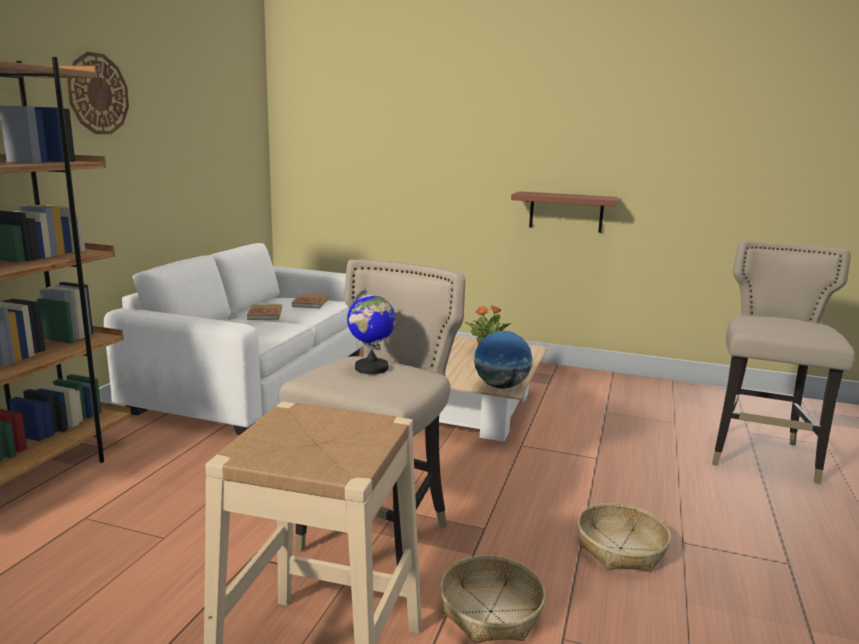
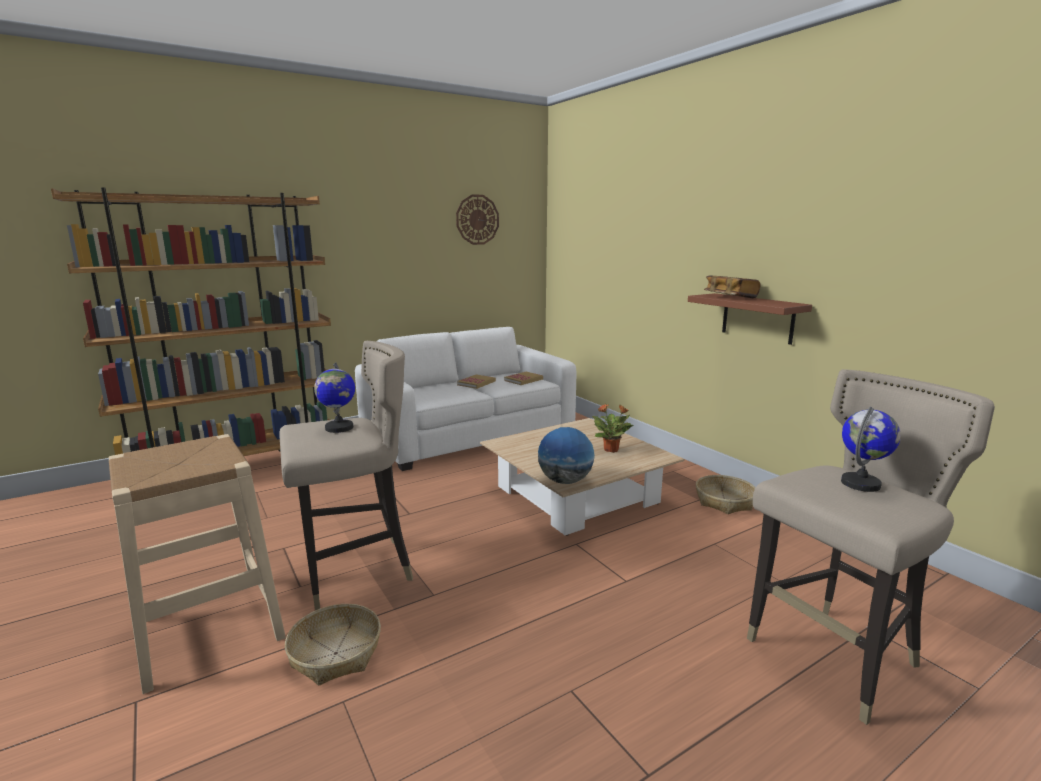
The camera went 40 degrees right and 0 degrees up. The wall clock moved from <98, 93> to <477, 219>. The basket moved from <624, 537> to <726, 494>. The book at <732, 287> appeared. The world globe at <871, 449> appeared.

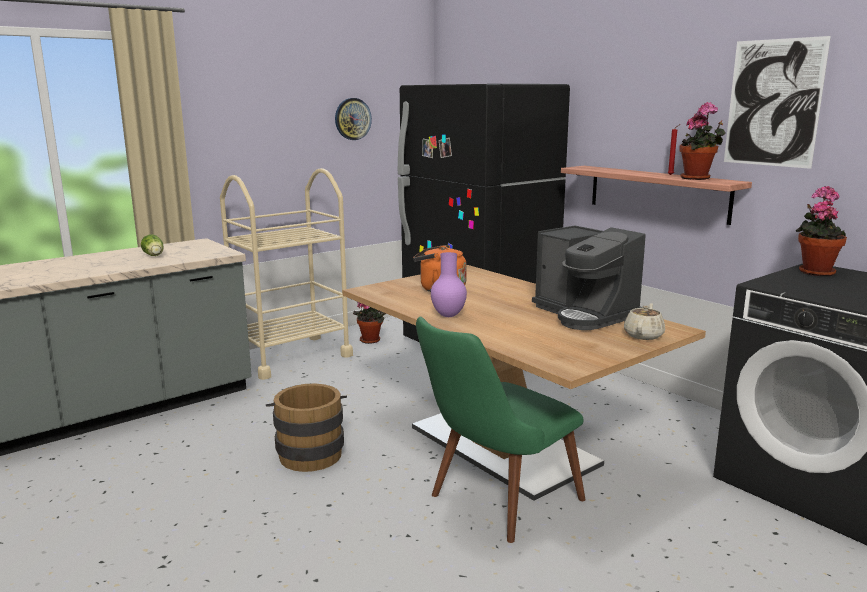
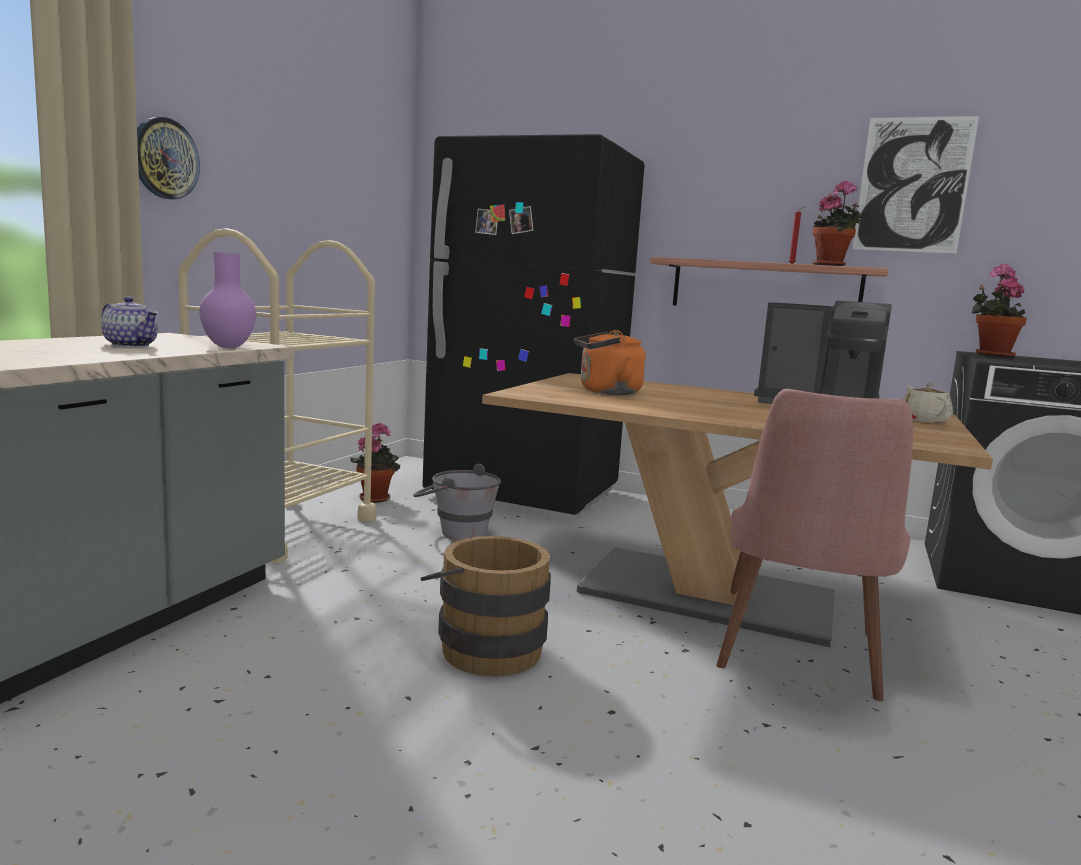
The camera went 30 degrees left and 5 degrees down. The wall clock moved from <353, 119> to <168, 158>. The lettuce at <152, 245> was replaced by the tea pot at <129, 322>. The decorative vase in purplish moved from <449, 284> to <227, 300>. The upright chair in greenish at <501, 430> became the upright chair in pink-coloured at <814, 545>. The pail in gray at <457, 501> appeared.

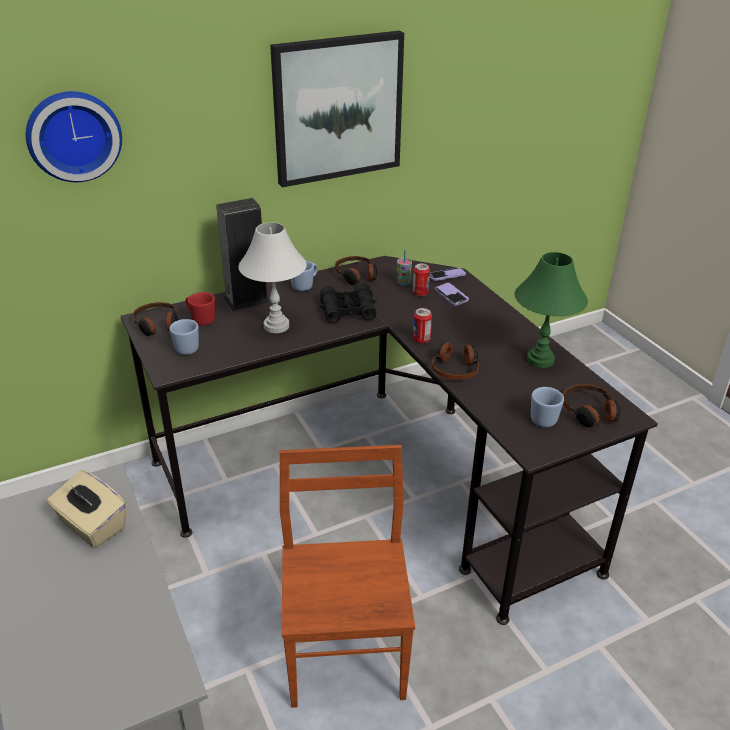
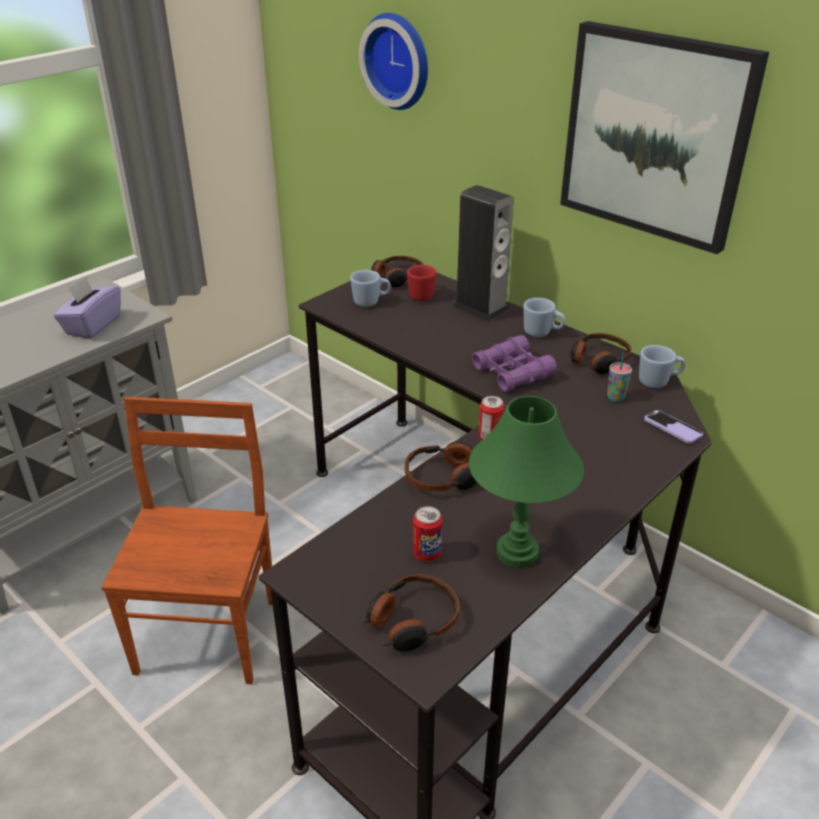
The camera went 70 degrees right and 0 degrees up. The tabletop lamp in whitish at <272, 277> disappeared. The metal can moved from <421, 280> to <427, 534>. The binoculars in black at <348, 303> became the binoculars in purplish at <514, 363>. The phone at <452, 294> disappeared. The tea mug in blue moved from <547, 407> to <662, 366>. The upright chair in brown-coloured at <347, 576> turned 60 degrees counterclockwise. The box of tissues in beige at <87, 509> became the box of tissues in purplish at <87, 308>.

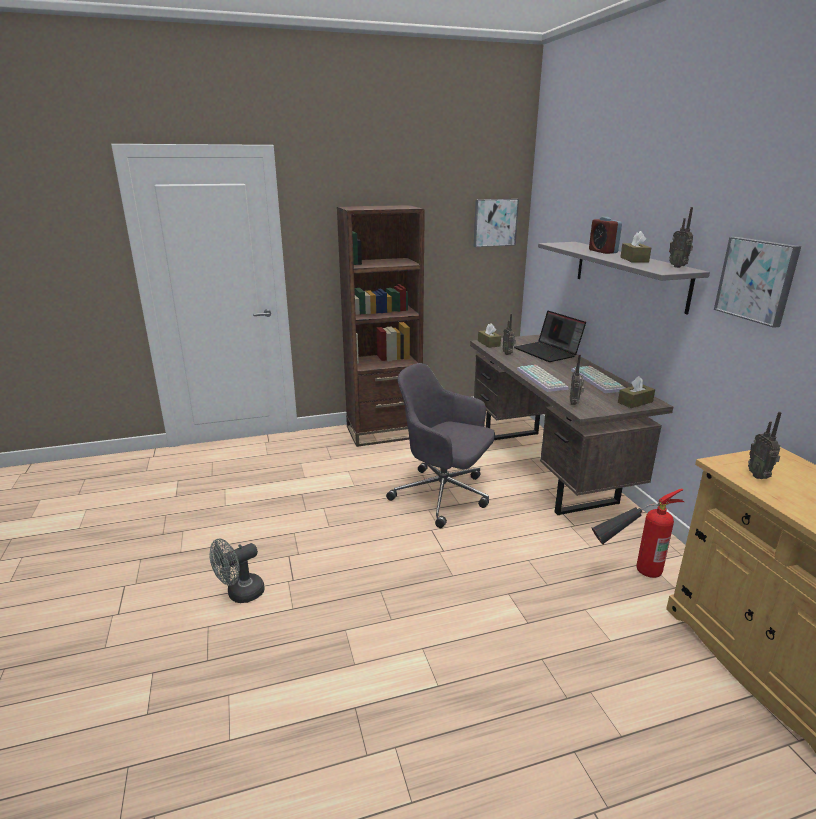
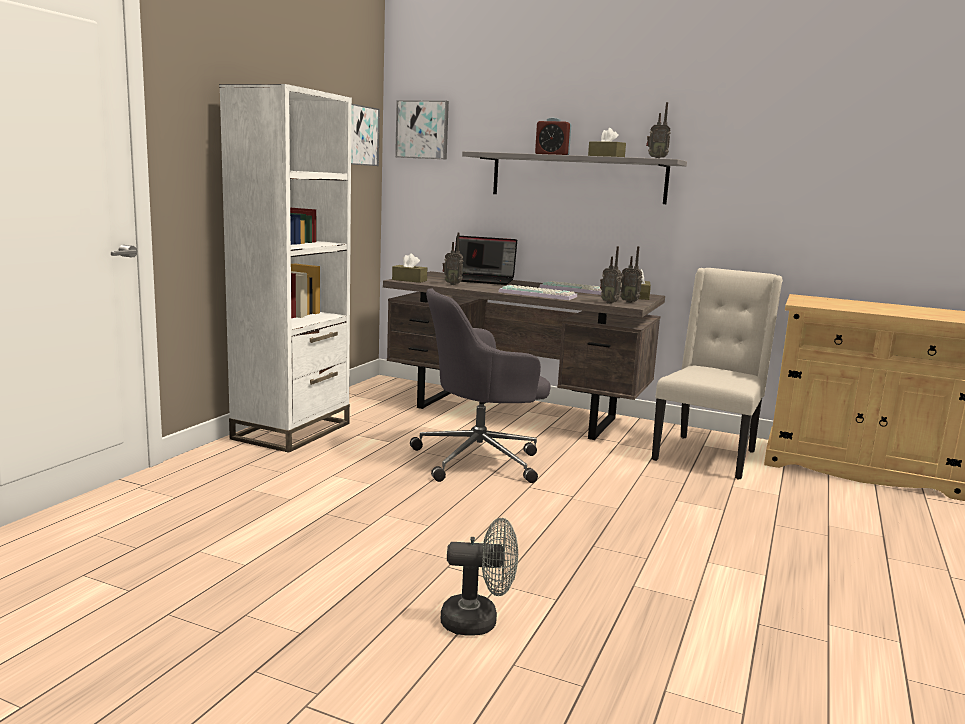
The camera went 50 degrees left and 10 degrees down. The bookshelf in brown-coloured at <381, 326> became the bookshelf in whitish at <285, 268>. The wall art moved from <757, 282> to <422, 130>. The radio moved from <765, 445> to <631, 274>. The fire extinguisher at <637, 533> was replaced by the upright chair in beige at <717, 373>. The electric fan in gray at <237, 570> turned 90 degrees counterclockwise.

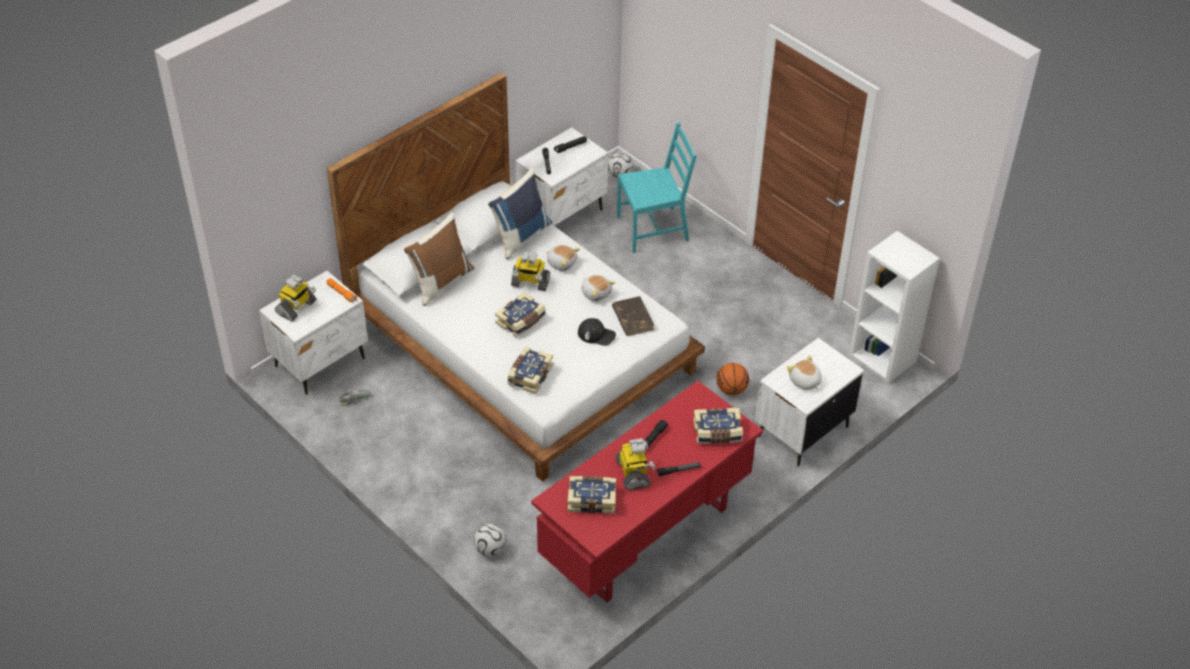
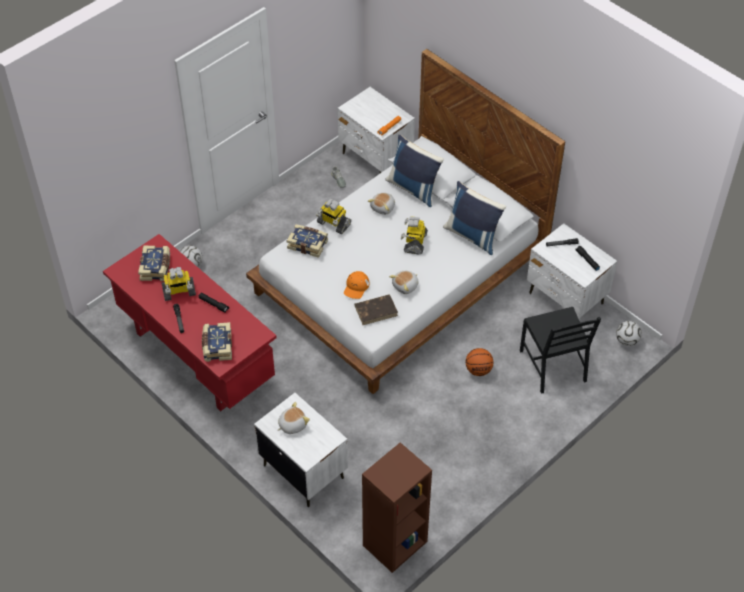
The camera went 90 degrees right and 5 degrees up. The upright chair in blue-green at <657, 188> became the upright chair in black at <560, 350>. The cushion in brown-coloured at <439, 259> became the cushion in blue at <415, 170>. The bookshelf in whitish at <894, 307> became the bookshelf in brown-coloured at <397, 508>. The cuddly toy moved from <563, 258> to <381, 204>. The toy robot moved from <295, 298> to <333, 216>. The book at <520, 314> disappeared. The baseball cap in black at <597, 332> became the baseball cap in orange-coloured at <356, 285>. The basketball ball moved from <732, 379> to <479, 362>.

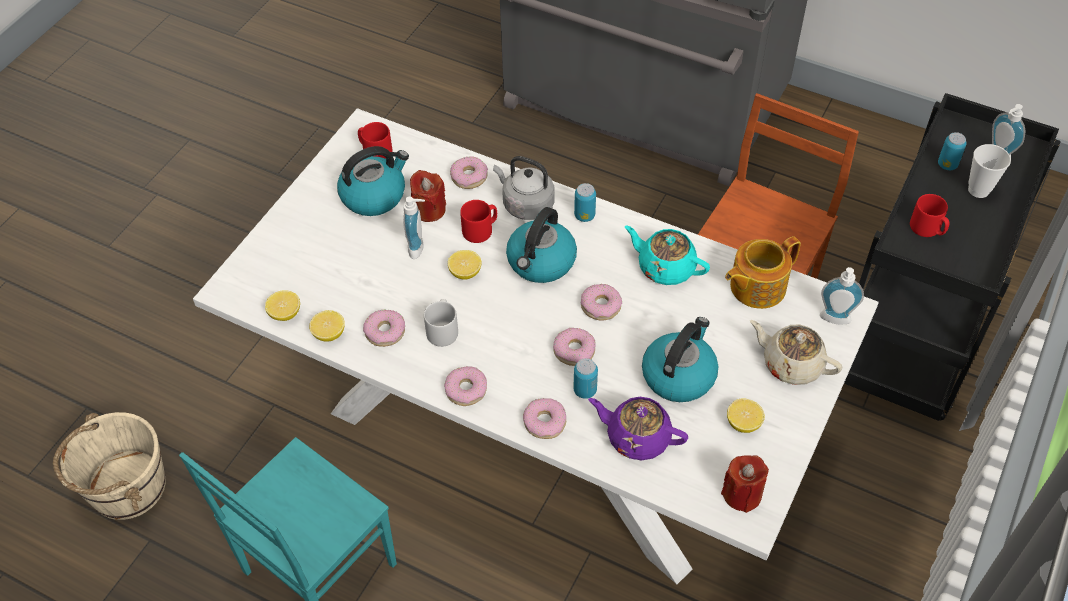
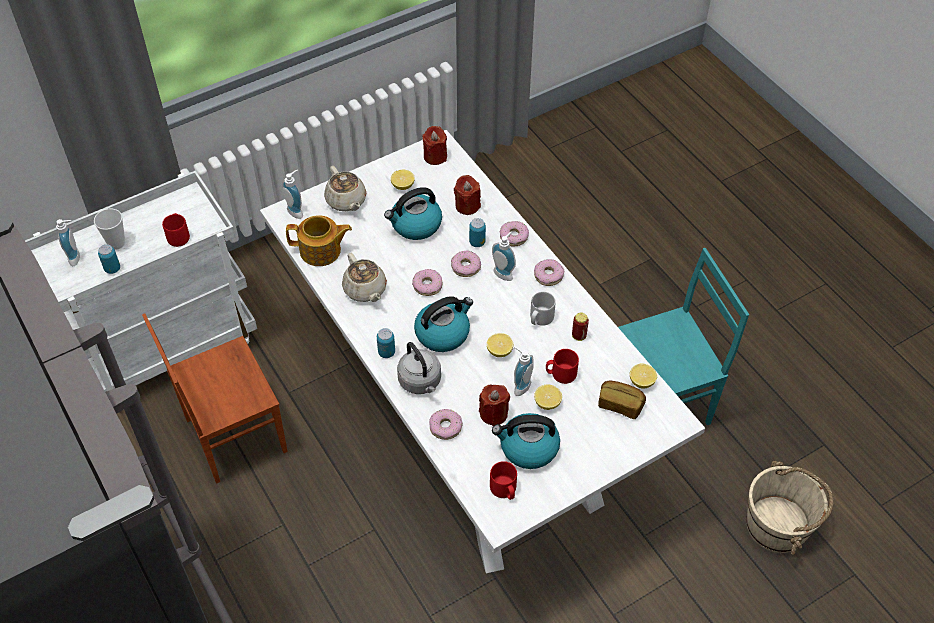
The camera went 150 degrees left and 0 degrees up. The cart in black at <952, 257> became the cart in whitish at <141, 281>. The tea mug in red moved from <478, 221> to <562, 366>. The tea pot in blue-green at <667, 255> became the tea pot in beige at <364, 277>. The donut at <384, 328> was replaced by the metal can at <580, 327>. The lemon moved from <327, 326> to <548, 397>. The tea pot in purplish at <638, 428> was replaced by the candle in red at <467, 195>. The soap bottle at <504, 256> appeared. The bakery bread at <622, 400> appeared.

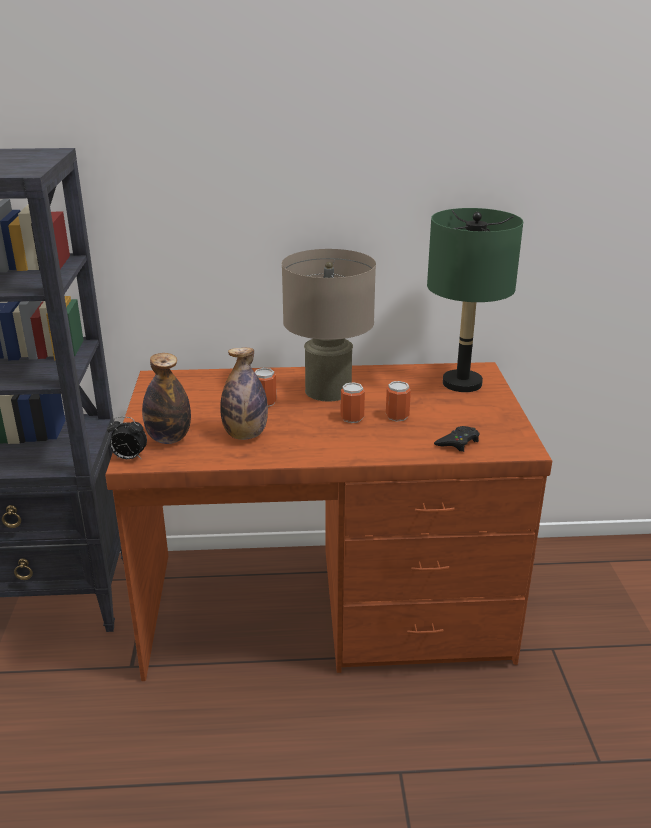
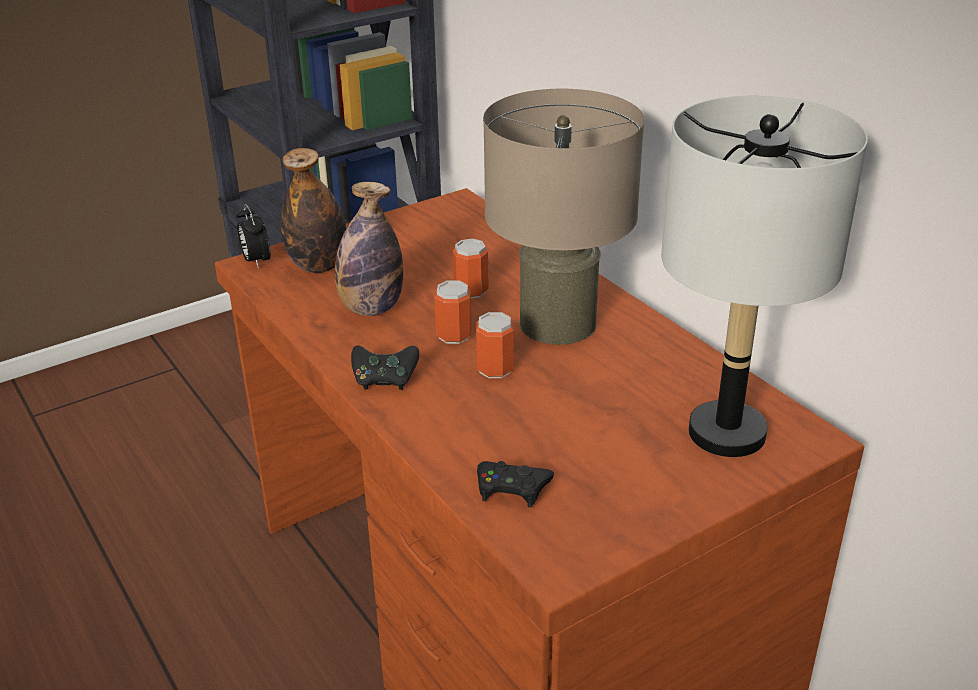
The camera went 60 degrees right and 5 degrees up. The tabletop lamp in greenish at <475, 300> became the tabletop lamp in gray at <764, 276>. The metal can moved from <398, 401> to <453, 312>. The joypad in black at <385, 367> appeared.

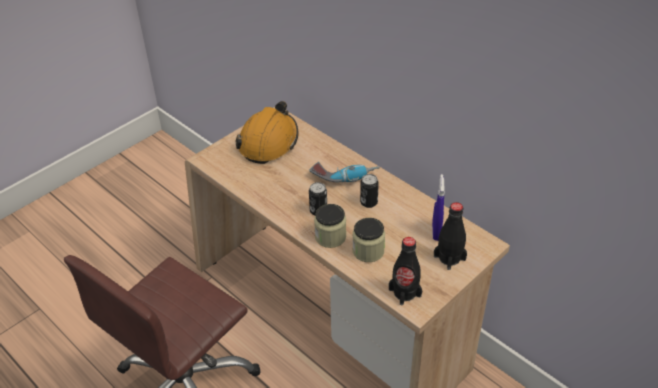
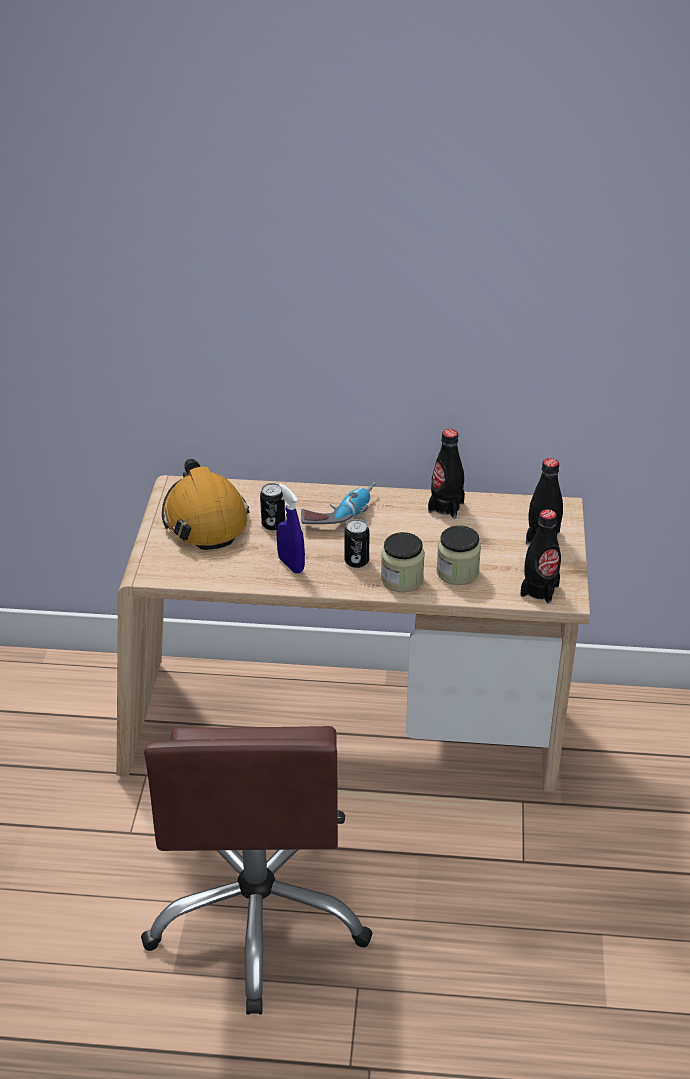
The camera went 40 degrees left and 5 degrees down. The metal can moved from <369, 191> to <272, 506>. The spray bottle in blue moved from <438, 207> to <290, 528>. The bottle in black at <446, 473> appeared.

